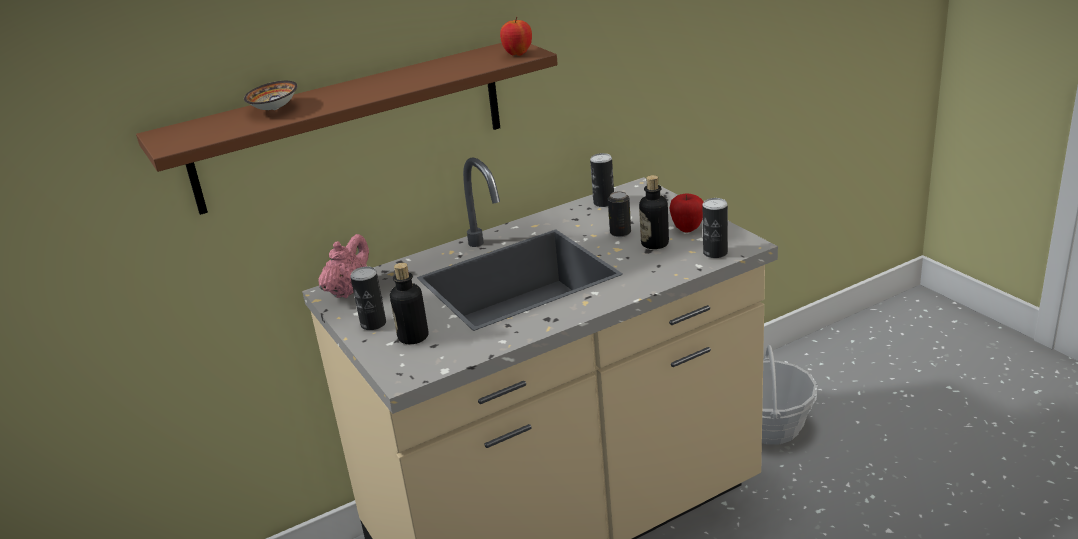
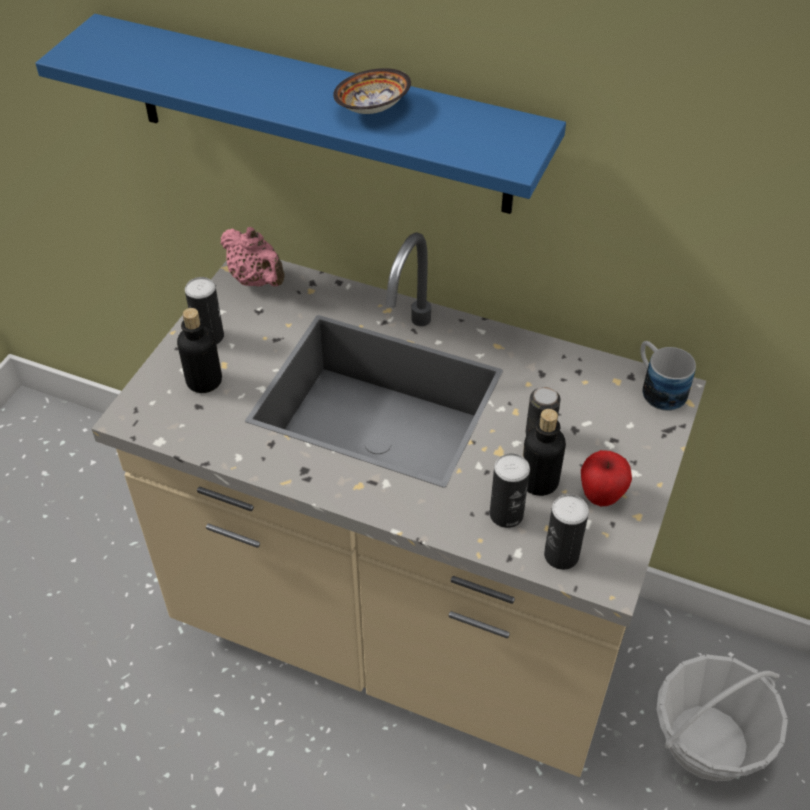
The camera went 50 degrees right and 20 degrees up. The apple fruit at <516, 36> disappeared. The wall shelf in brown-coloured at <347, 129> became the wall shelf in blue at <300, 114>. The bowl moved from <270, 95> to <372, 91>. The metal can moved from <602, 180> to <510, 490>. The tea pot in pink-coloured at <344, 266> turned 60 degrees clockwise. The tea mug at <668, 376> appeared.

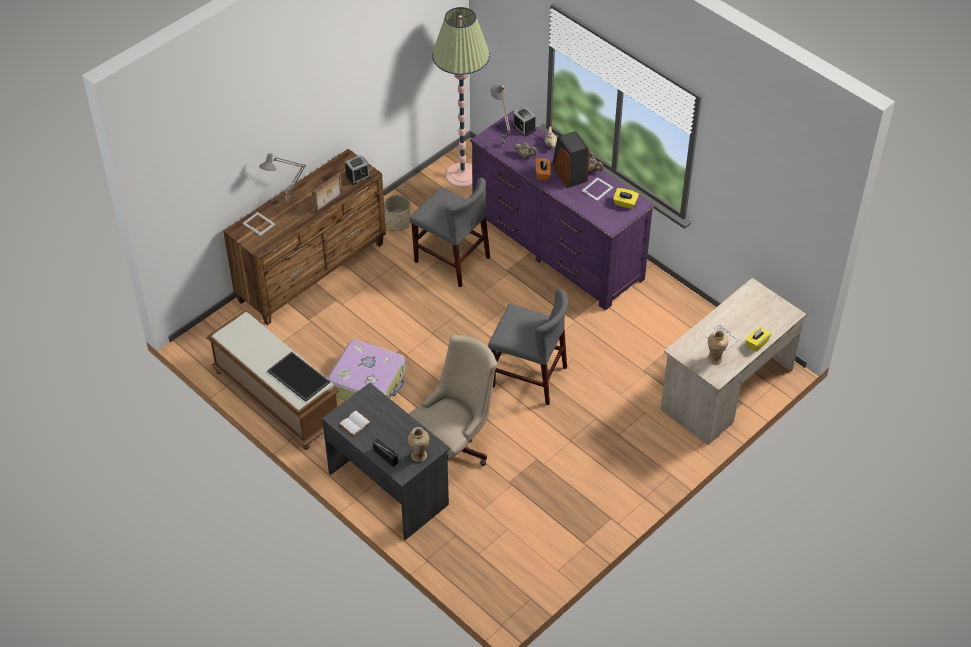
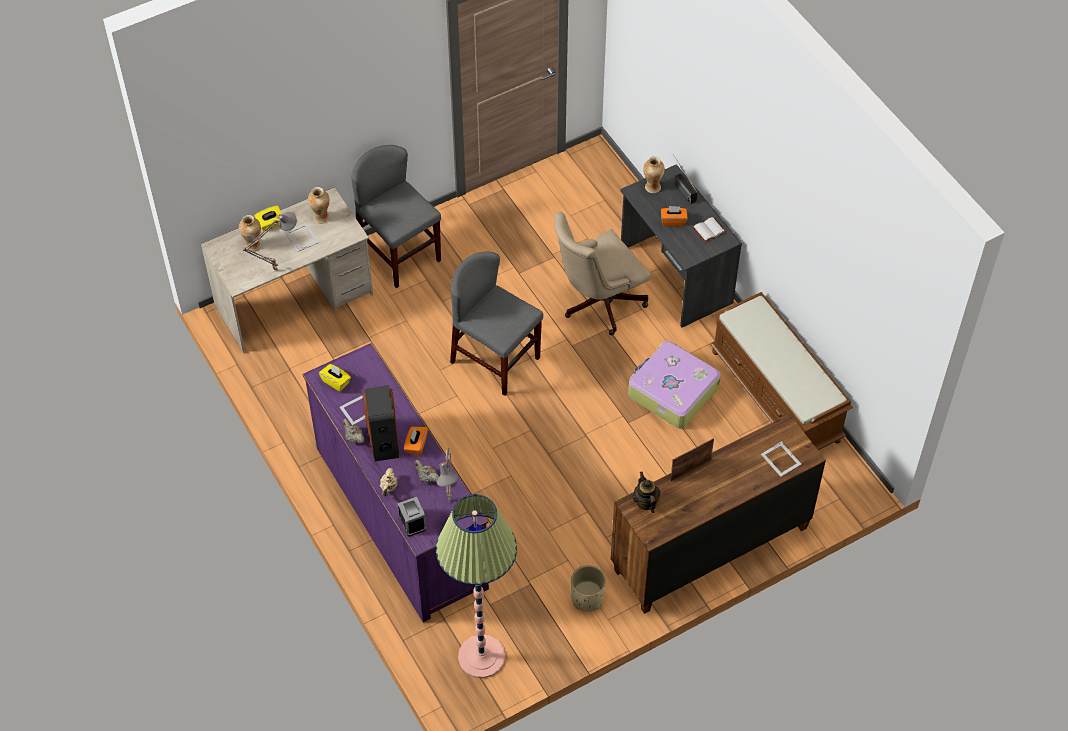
The camera went 165 degrees left and 5 degrees up. The tabletop lamp in gray moved from <282, 178> to <270, 241>. The alarm clock at <358, 170> was replaced by the tea pot at <646, 492>. The upright chair in gray moved from <450, 232> to <396, 216>. The serving tray at <298, 377> disappeared. The box of tissues in orange-coloured at <674, 216> appeared. The decorative vase at <250, 233> appeared.

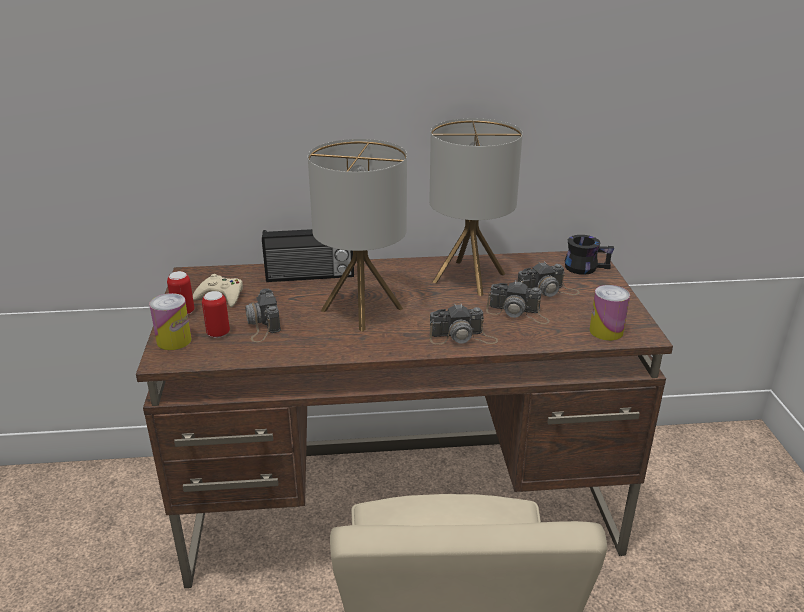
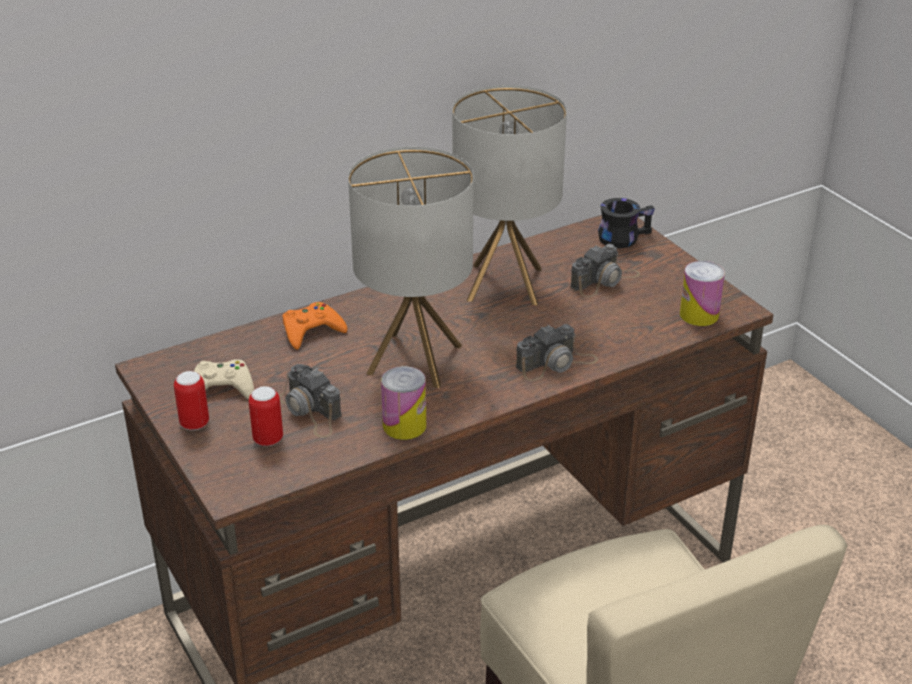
The camera went 25 degrees left and 5 degrees up. The radio at <308, 255> was replaced by the joypad in orange-coloured at <314, 326>. The photo camera at <518, 302> disappeared. The metal can moved from <170, 321> to <403, 403>.

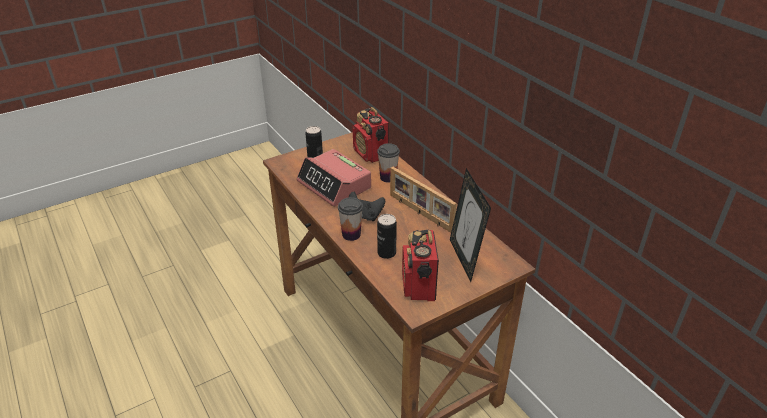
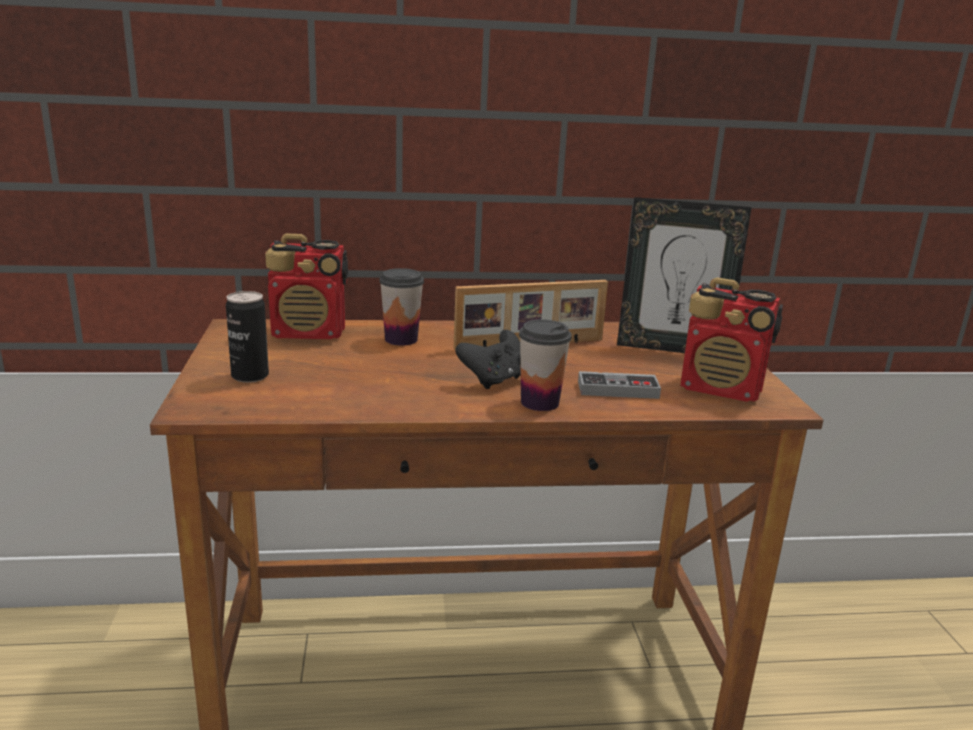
The camera went 65 degrees left and 15 degrees down. The alarm clock at <333, 178> disappeared. The metal can at <387, 236> was replaced by the joypad at <619, 385>.

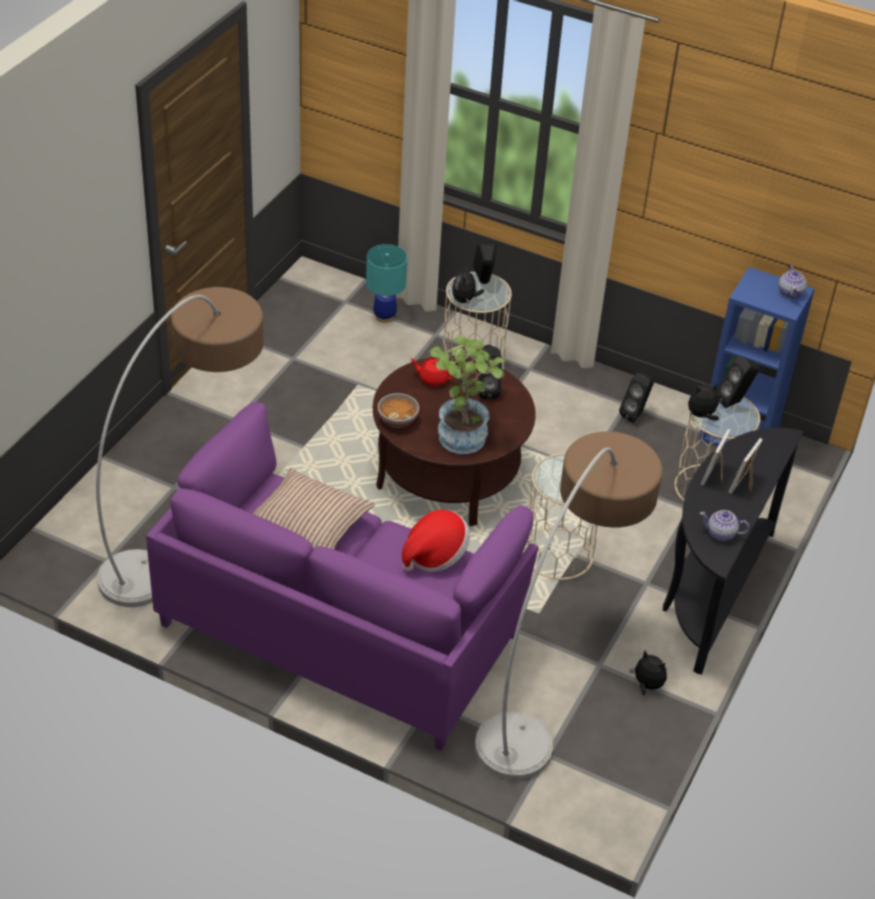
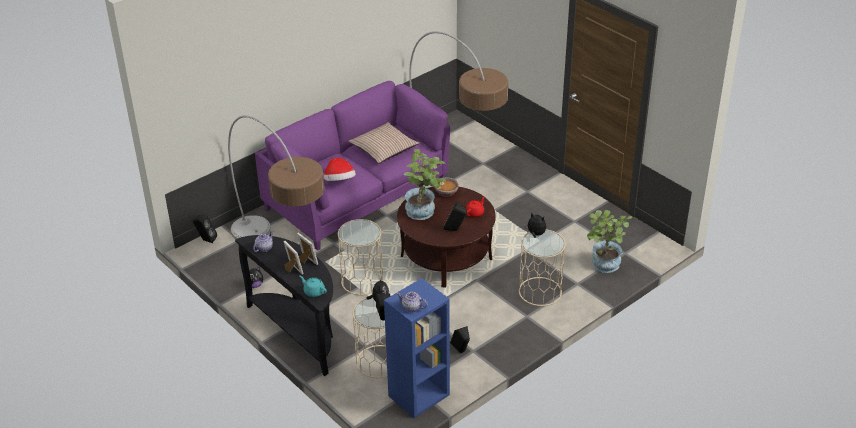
The camera went 115 degrees right and 5 degrees down. The tabletop lamp in blue-green at <386, 283> was replaced by the plant in a pot at <609, 241>. The speaker in black moved from <485, 264> to <205, 228>. The tea pot in blue-green at <313, 286> appeared.

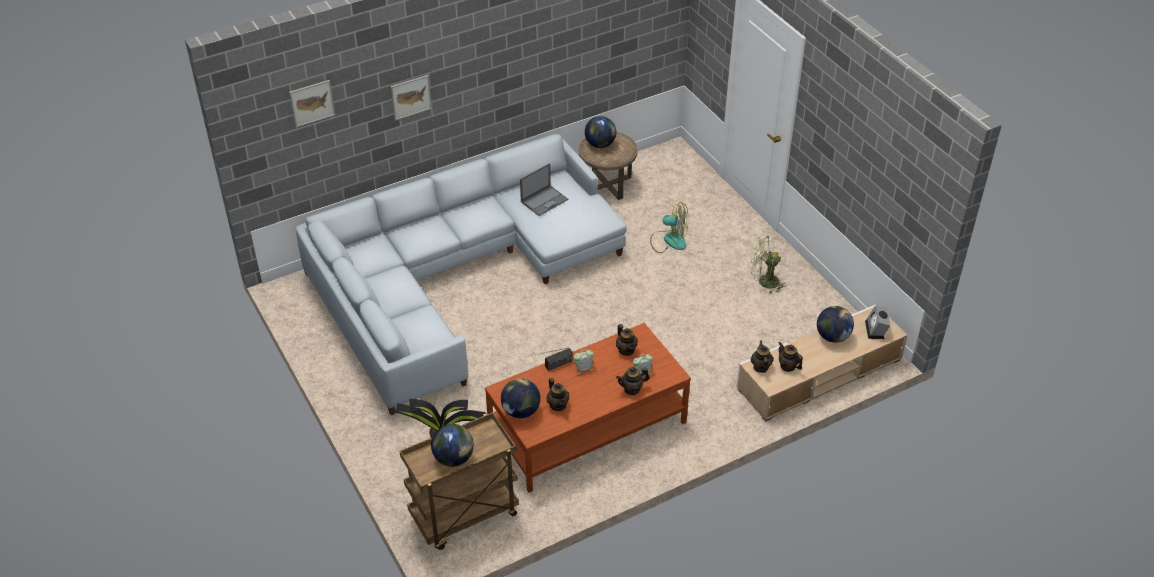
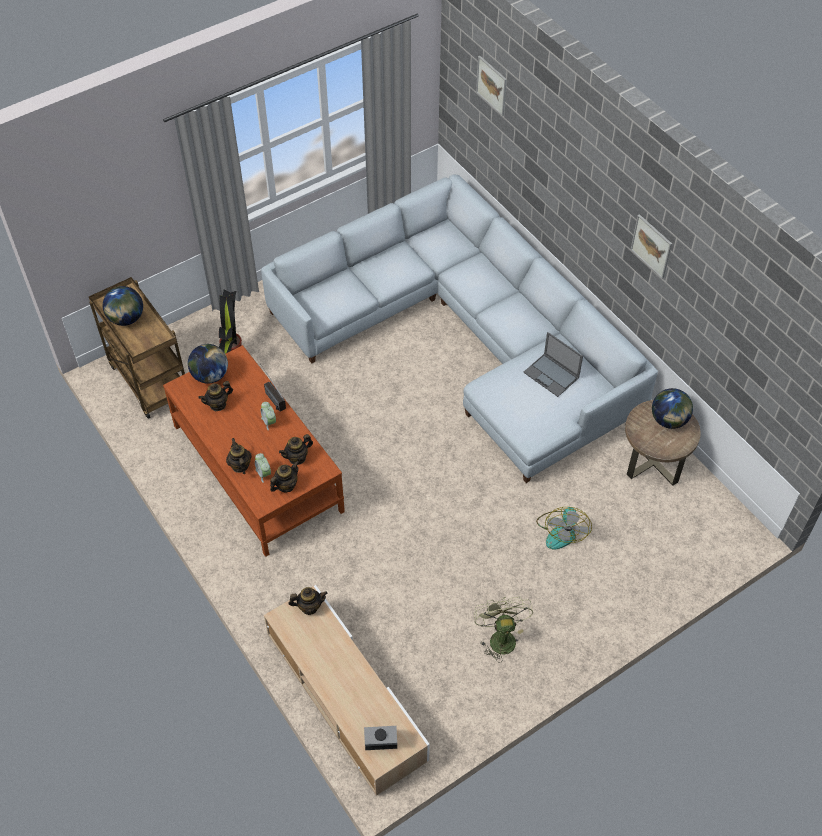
The camera went 85 degrees right and 10 degrees up. The wall art moved from <411, 98> to <651, 246>. The world globe at <835, 324> disappeared. The tea pot moved from <790, 357> to <284, 476>.

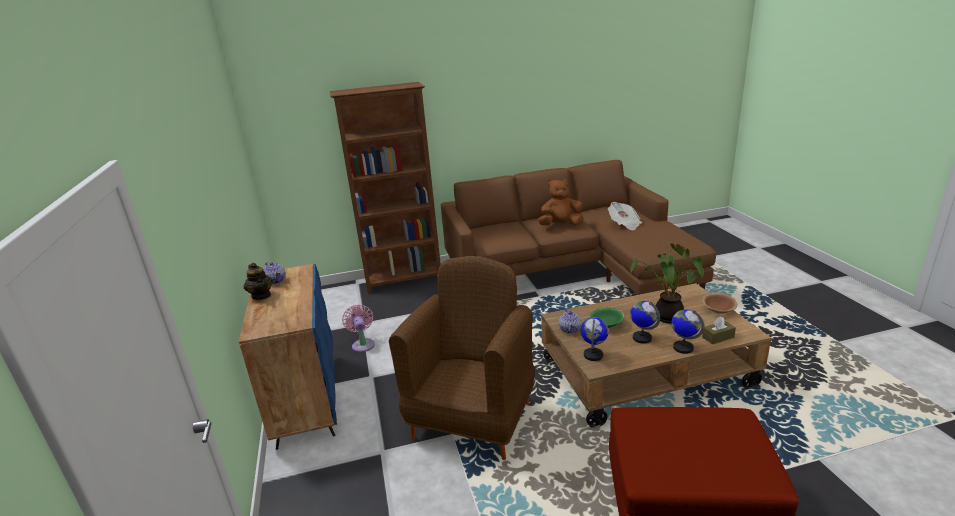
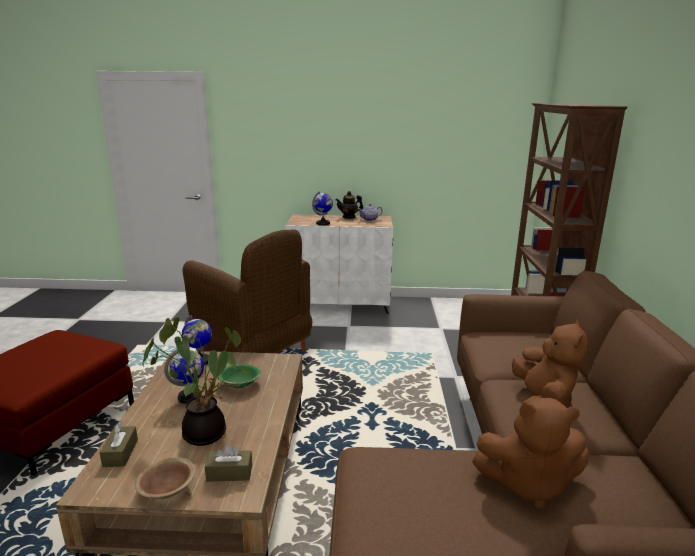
The camera went 105 degrees right and 5 degrees down. The newspaper at <625, 216> was replaced by the cuddly toy in brown-coloured at <531, 453>. The cabinet in blue at <288, 357> became the cabinet in whitish at <339, 264>. The electric fan in pink-coloured at <358, 328> disappeared. The tea pot at <570, 321> disappeared. The world globe moved from <688, 331> to <322, 208>. The box of tissues in brown-coloured at <228, 463> appeared.

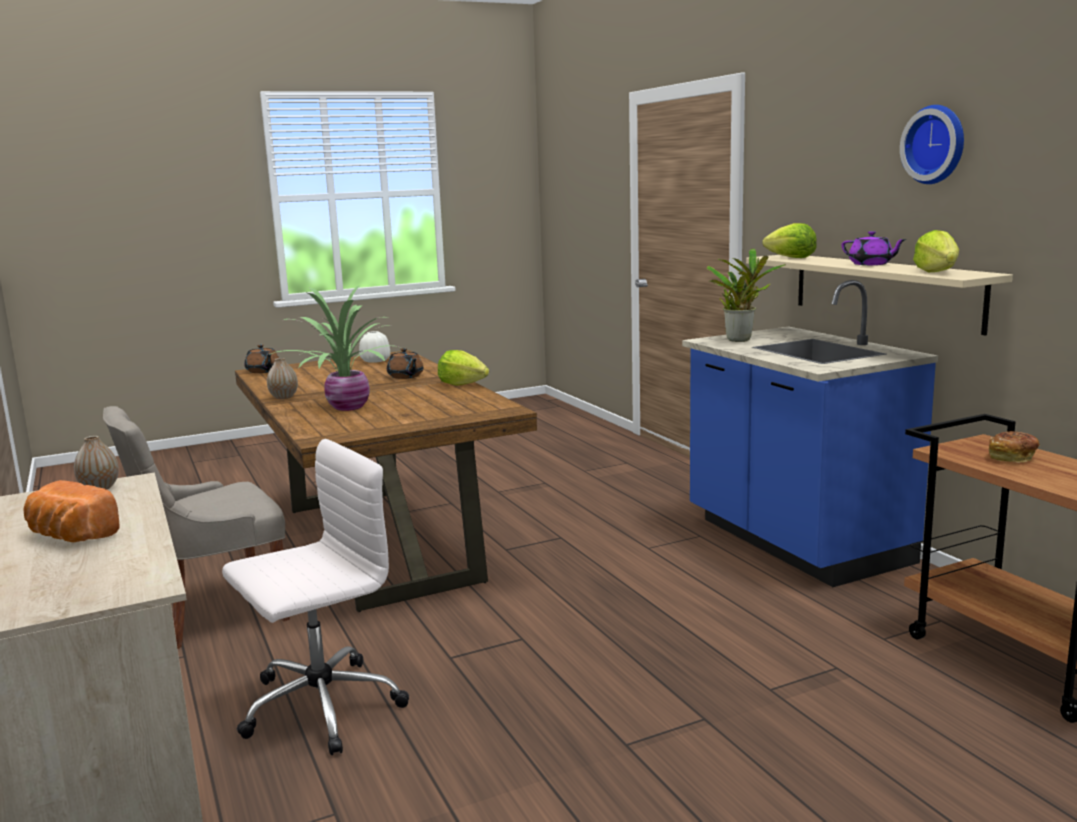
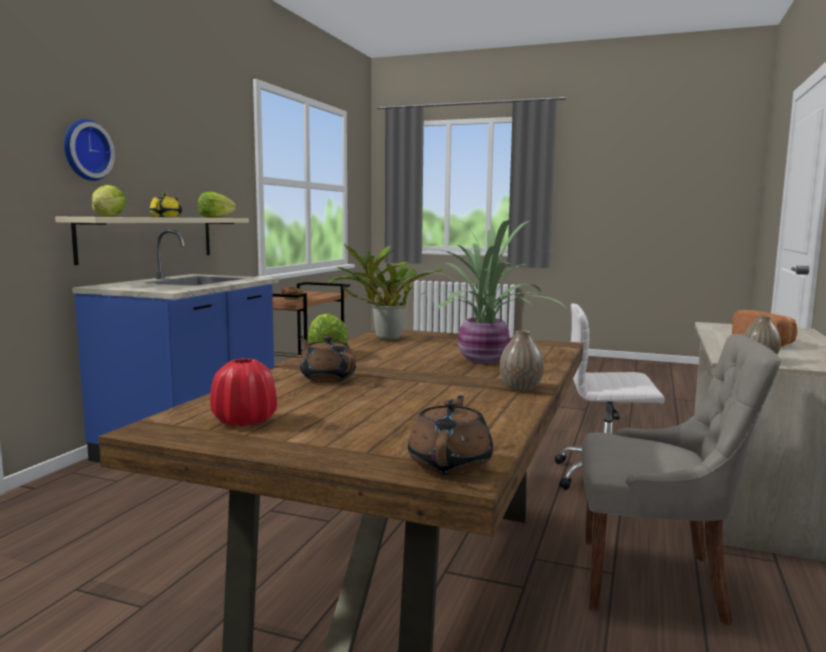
The camera went 135 degrees left and 5 degrees down. The wall clock moved from <932, 144> to <89, 150>. The tea pot in purplish at <874, 248> became the tea pot in yellowish at <165, 205>. The plant in a pot moved from <746, 295> to <386, 292>. The decorative vase in whitish at <374, 347> became the decorative vase in red at <243, 392>. The tea pot in brown-coloured at <405, 363> turned 60 degrees counterclockwise.

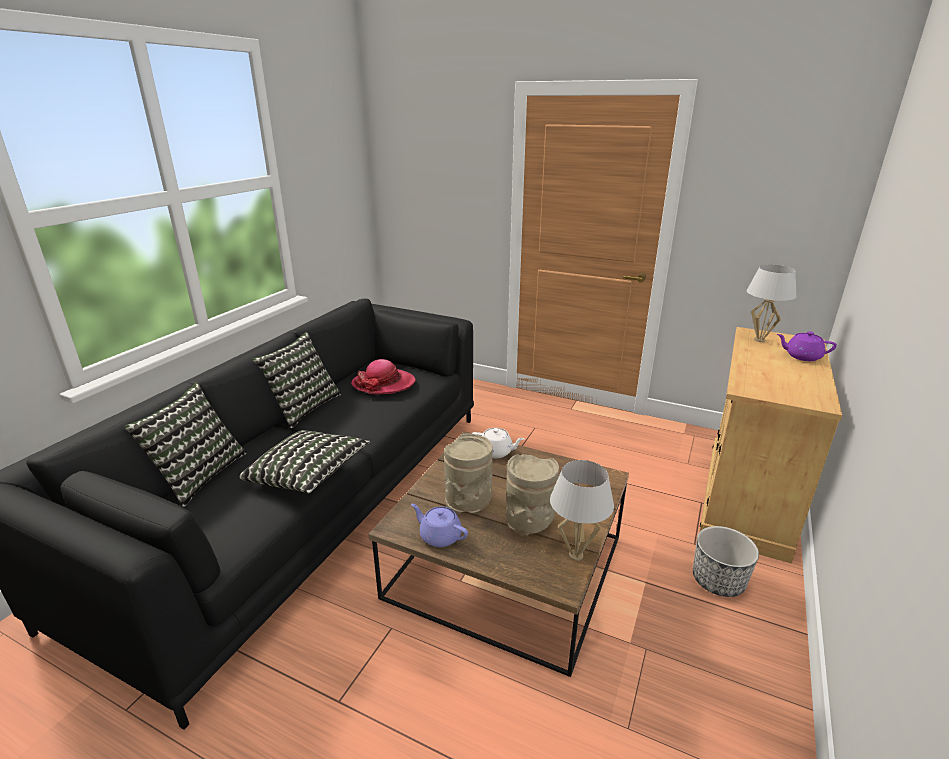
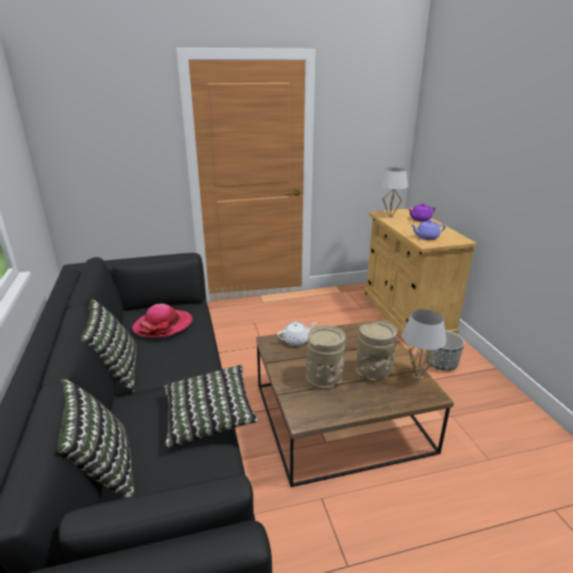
The camera went 40 degrees left and 0 degrees up. The tea pot in purplish moved from <439, 525> to <428, 230>.

